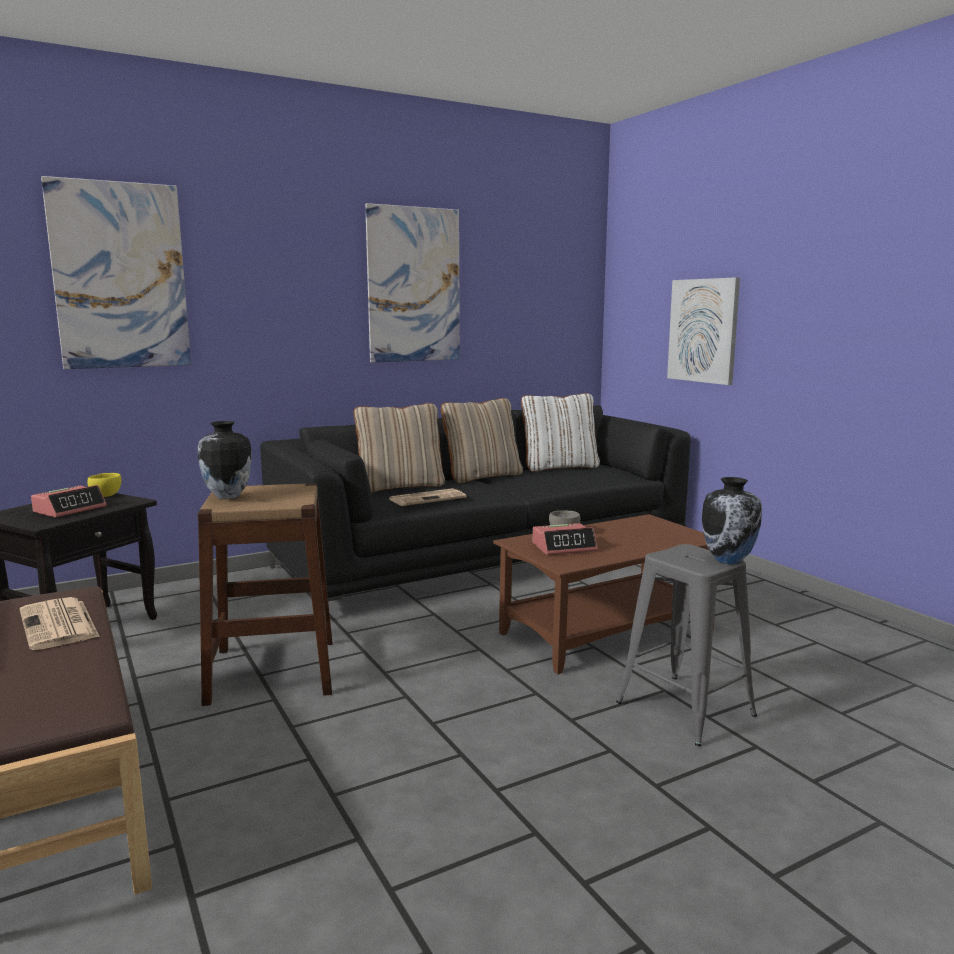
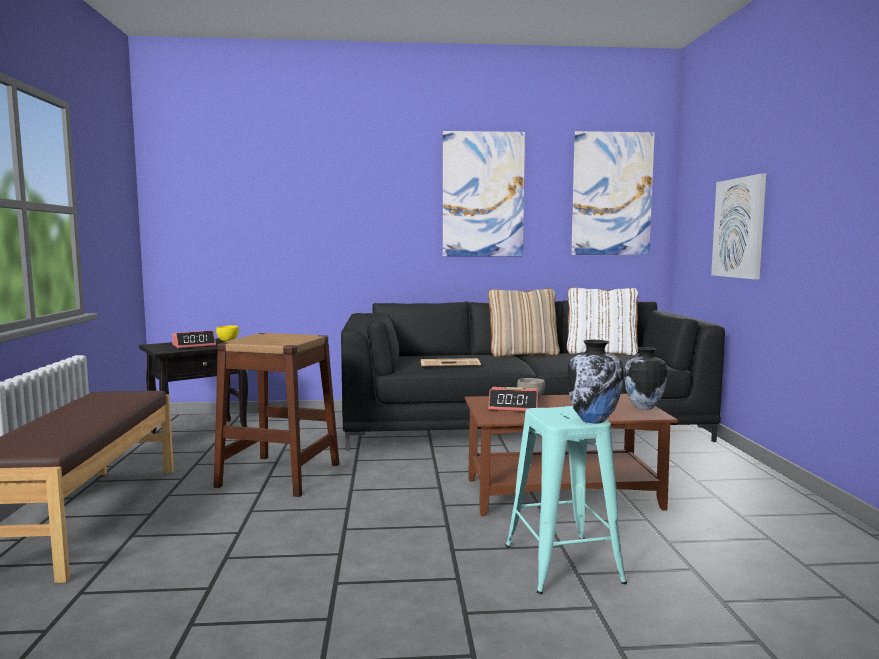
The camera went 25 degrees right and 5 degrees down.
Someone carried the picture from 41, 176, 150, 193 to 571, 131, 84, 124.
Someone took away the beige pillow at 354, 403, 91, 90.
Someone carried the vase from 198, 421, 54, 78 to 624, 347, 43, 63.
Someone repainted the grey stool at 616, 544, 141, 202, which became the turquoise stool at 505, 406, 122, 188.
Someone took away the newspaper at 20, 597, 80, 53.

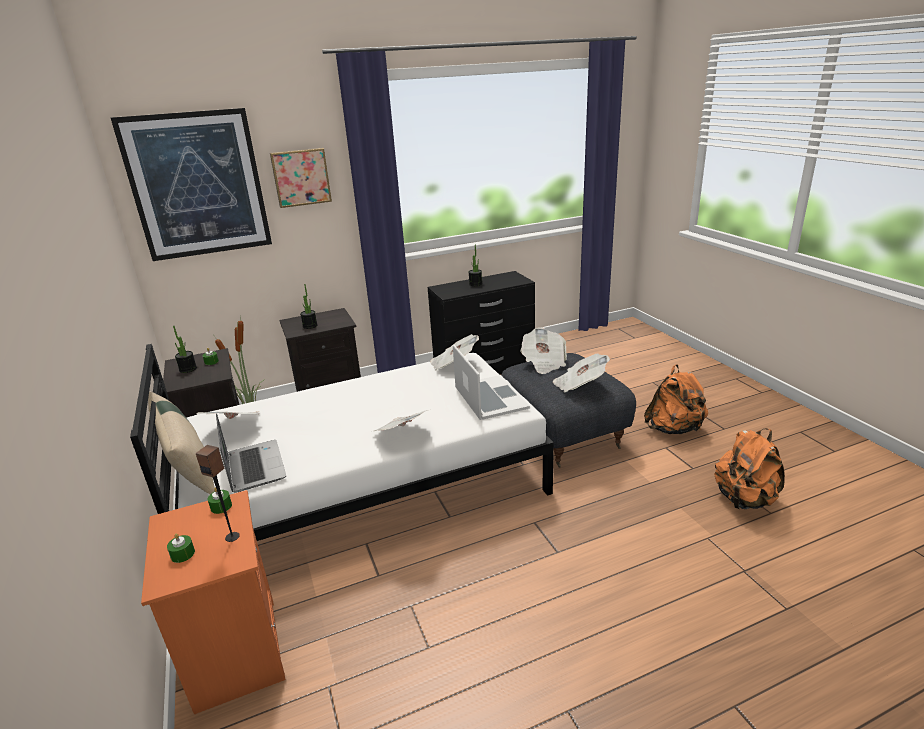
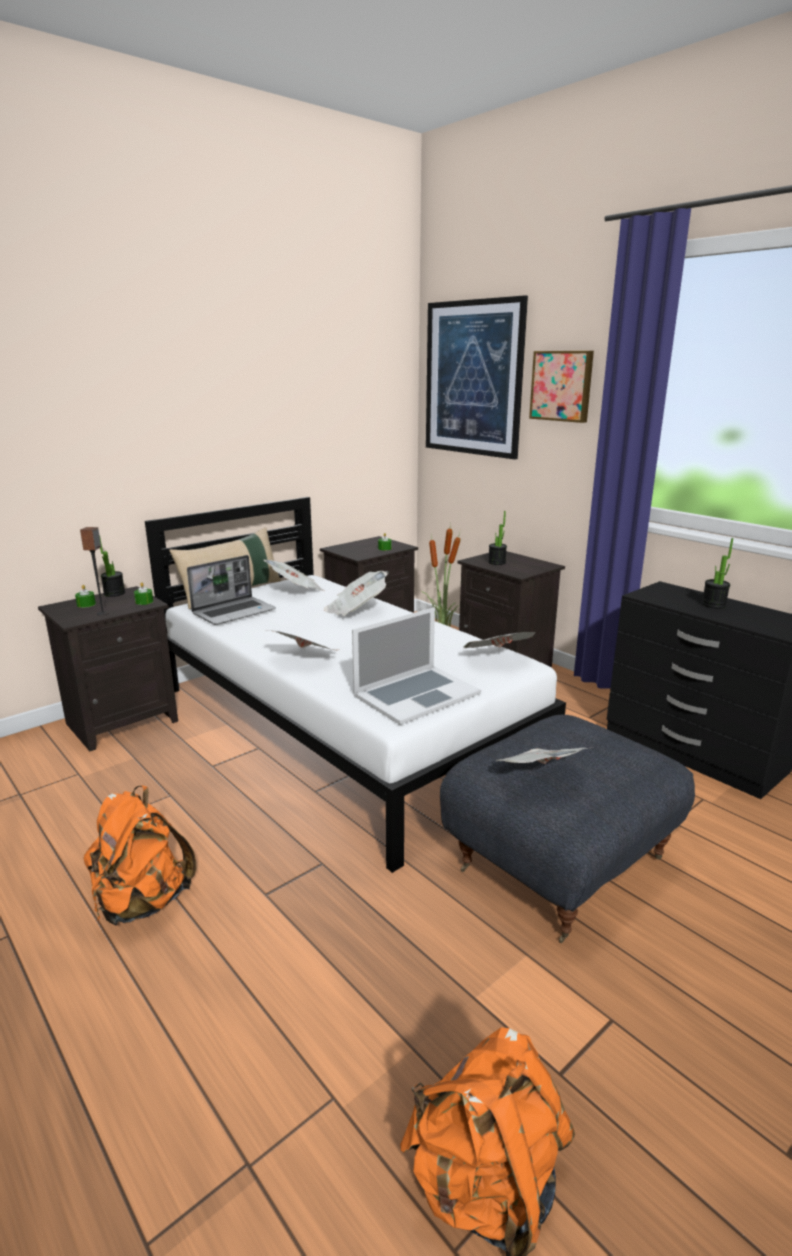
The camera went 70 degrees right and 5 degrees down.
Someone carried the potted plant from 173, 326, 24, 47 to 99, 535, 26, 62.
Someone carried the newspaper from 520, 327, 47, 47 to 324, 571, 64, 45.
Someone carried the orange backpack from 644, 364, 64, 70 to 83, 785, 113, 141.
Someone repainted the orange nightstand at 141, 490, 145, 225, which became the black nightstand at 38, 586, 140, 165.

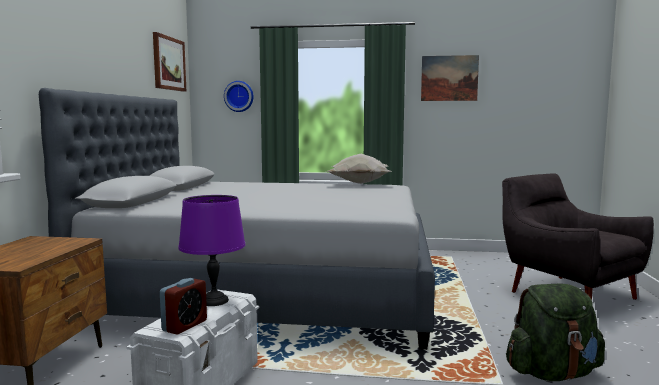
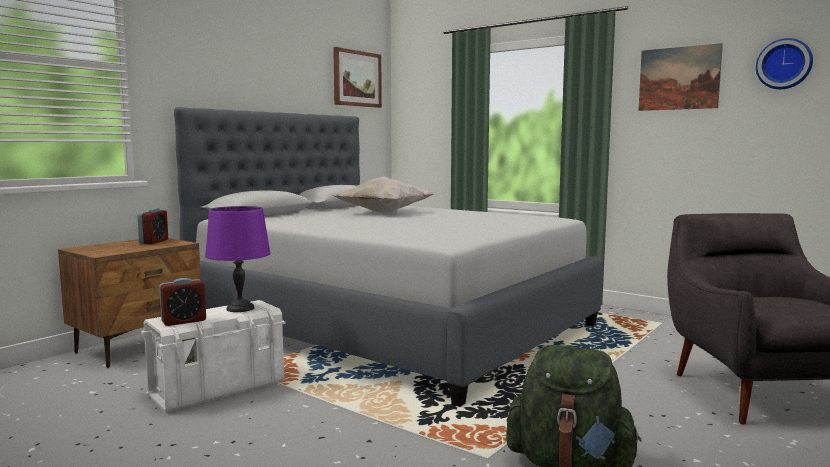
The camera went 30 degrees right and 0 degrees up.
Someone carried the wall clock from 224, 81, 30, 31 to 756, 38, 57, 51.
Someone carried the white pillow from 326, 154, 65, 30 to 331, 176, 103, 37.
Someone put down the alarm clock at 137, 208, 31, 36.

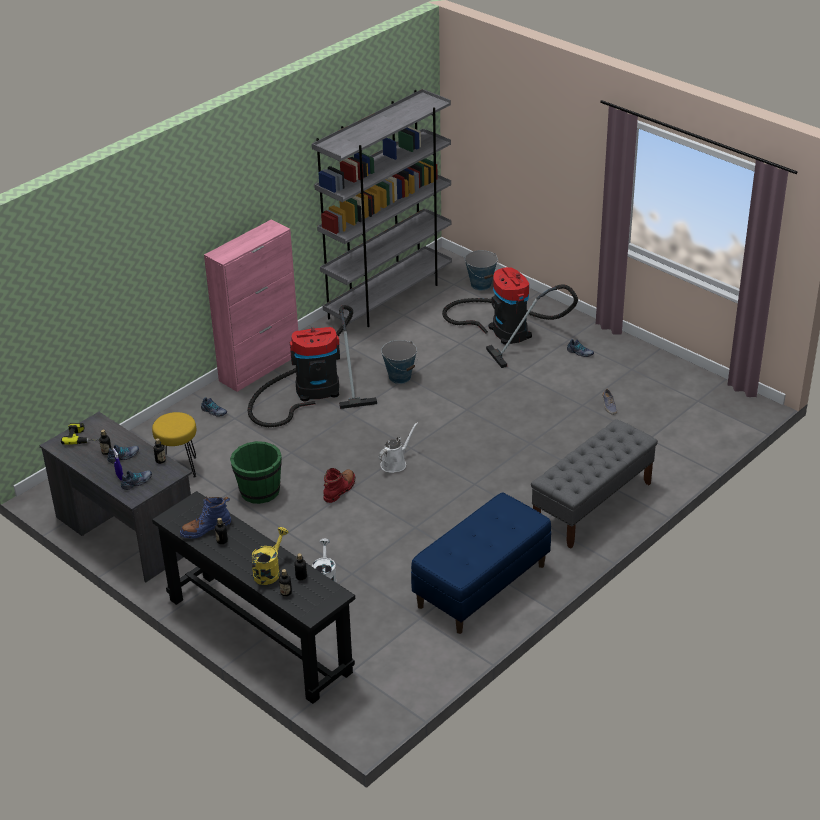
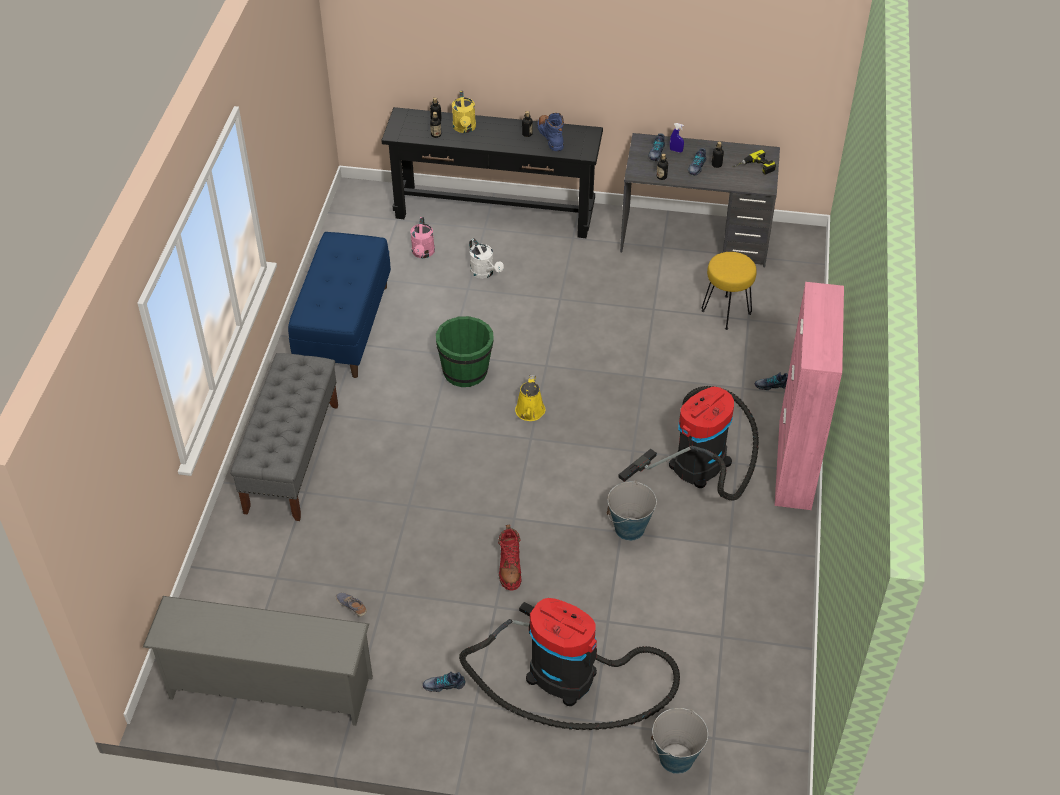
The camera went 145 degrees right and 10 degrees up.
Someone took away the grey bookcase at 312, 89, 140, 238.
Someone repainted the white watering can at 378, 422, 40, 51, which became the yellow watering can at 515, 375, 31, 46.
Someone carried the green bucket from 230, 441, 52, 63 to 436, 316, 58, 71.
Someone carried the red boot from 323, 468, 32, 35 to 498, 524, 23, 66.
Someone rotated the blue boot at 180, 497, 51, 42 by 45 degrees counterclockwise.
Someone put down the pink watering can at 410, 217, 25, 41.
Someone put down the grey shoe rack at 143, 596, 230, 130.

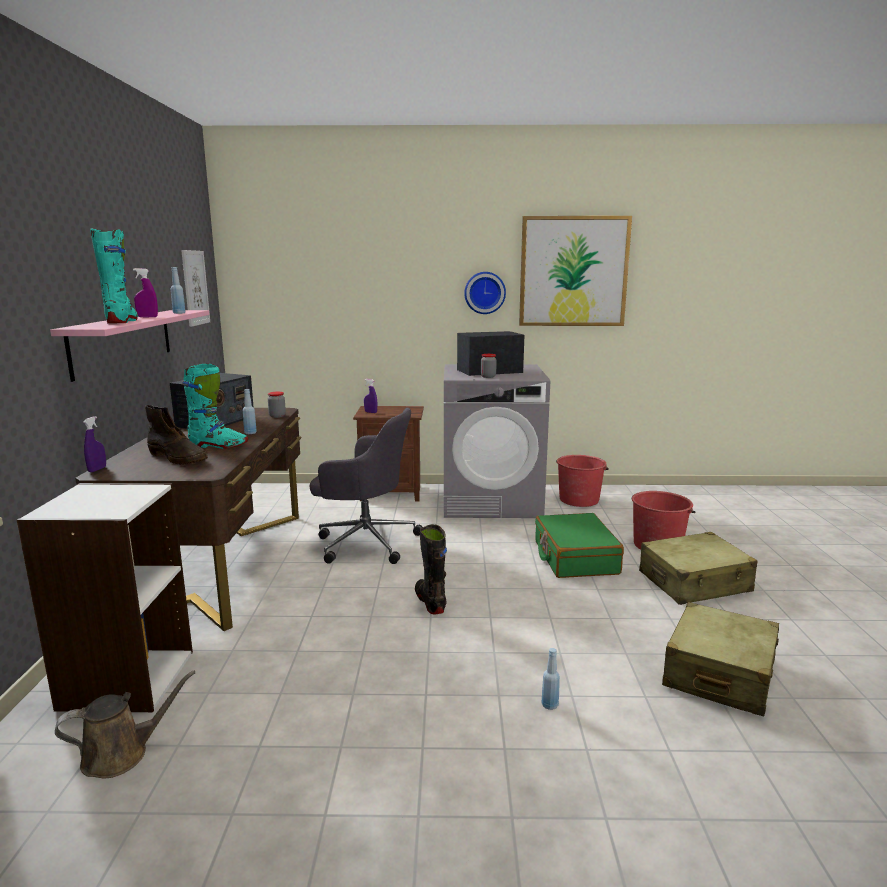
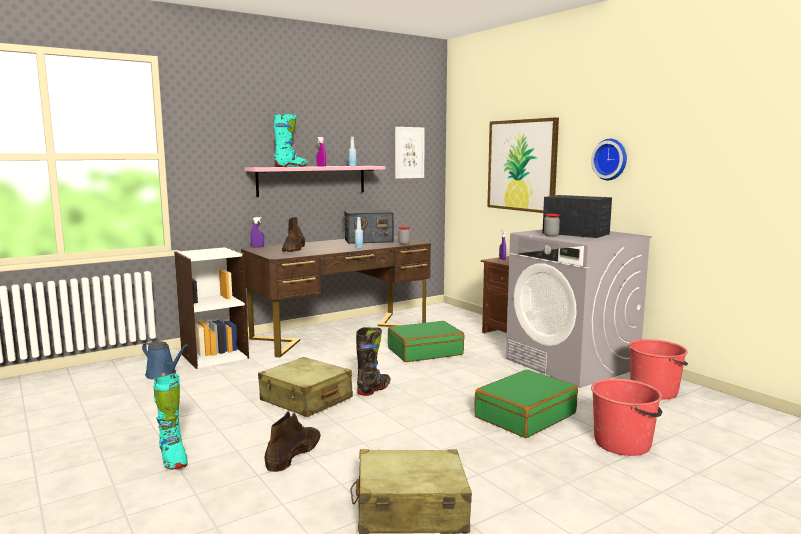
The camera went 55 degrees right and 5 degrees down.
Someone carried the picture from 519, 216, 113, 110 to 487, 117, 72, 96.
Someone carried the turquoise boot from 182, 364, 66, 85 to 153, 373, 35, 97.
Someone swapped the grey office chair at 310, 408, 112, 156 for the green suitcase at 388, 321, 77, 41.
Someone carried the beige suitcase from 639, 532, 119, 73 to 258, 357, 95, 60.
Someone swapped the blue bottle at 541, 648, 19, 62 for the brown boot at 264, 411, 57, 61.
Someone repainted the brown watering can at 55, 671, 140, 108, which became the blue watering can at 142, 341, 46, 39.

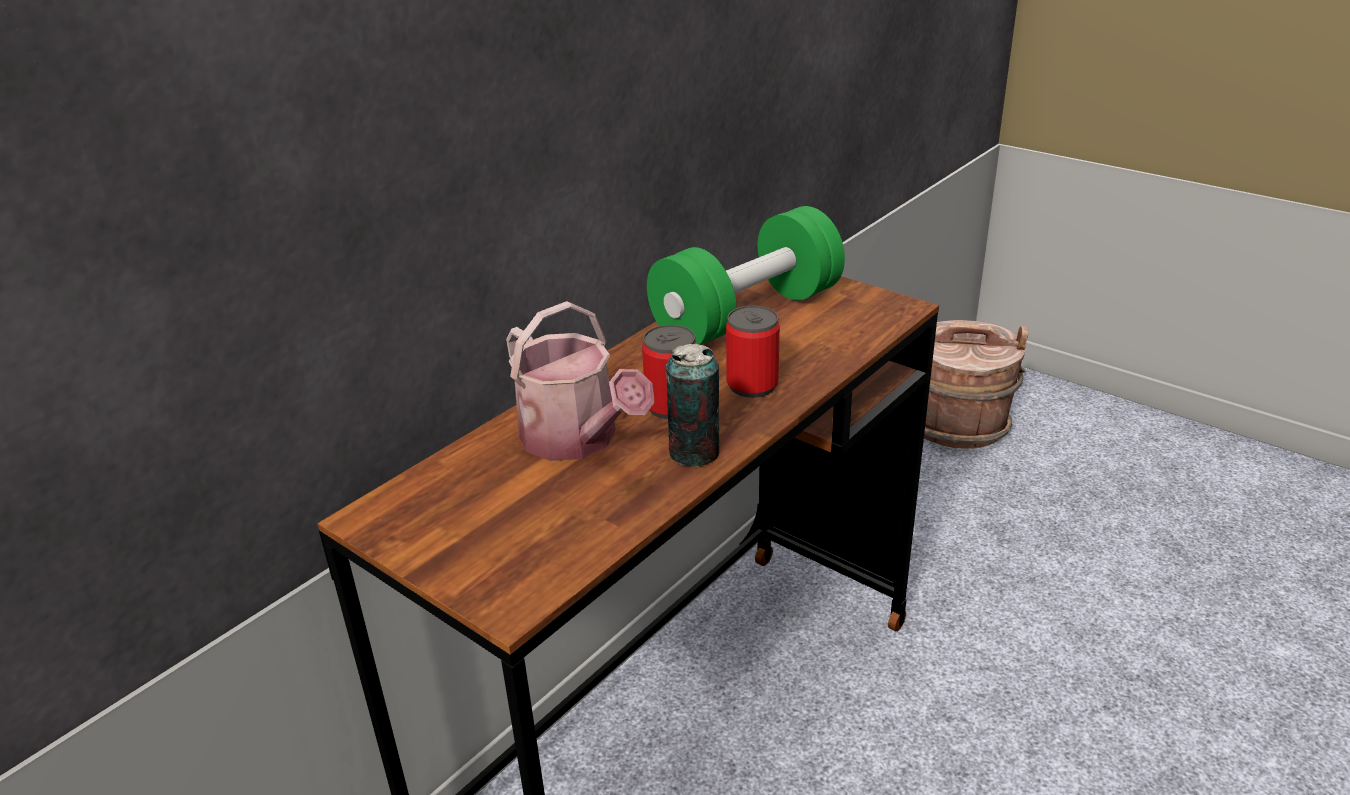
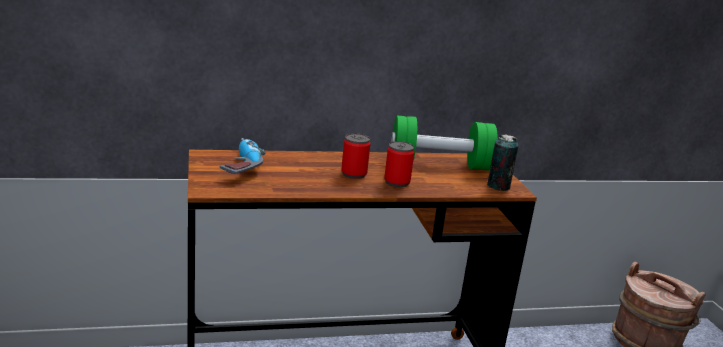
The camera went 35 degrees right and 10 degrees down.
Someone took away the watering can at 506, 301, 149, 160.
Someone carried the can from 665, 344, 54, 123 to 487, 134, 32, 57.
Someone put down the power drill at 220, 138, 45, 36.

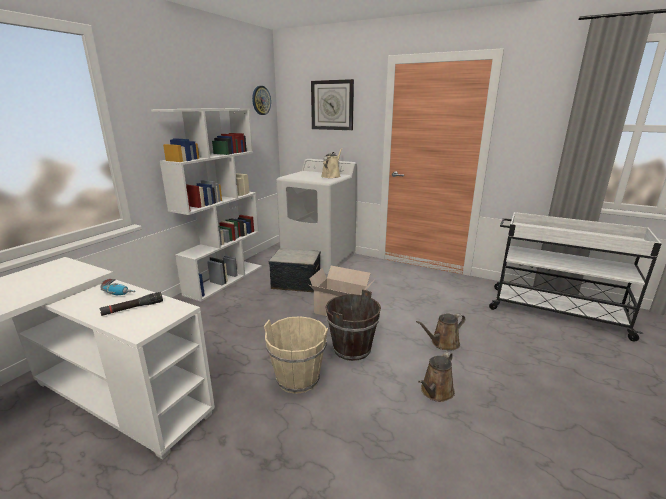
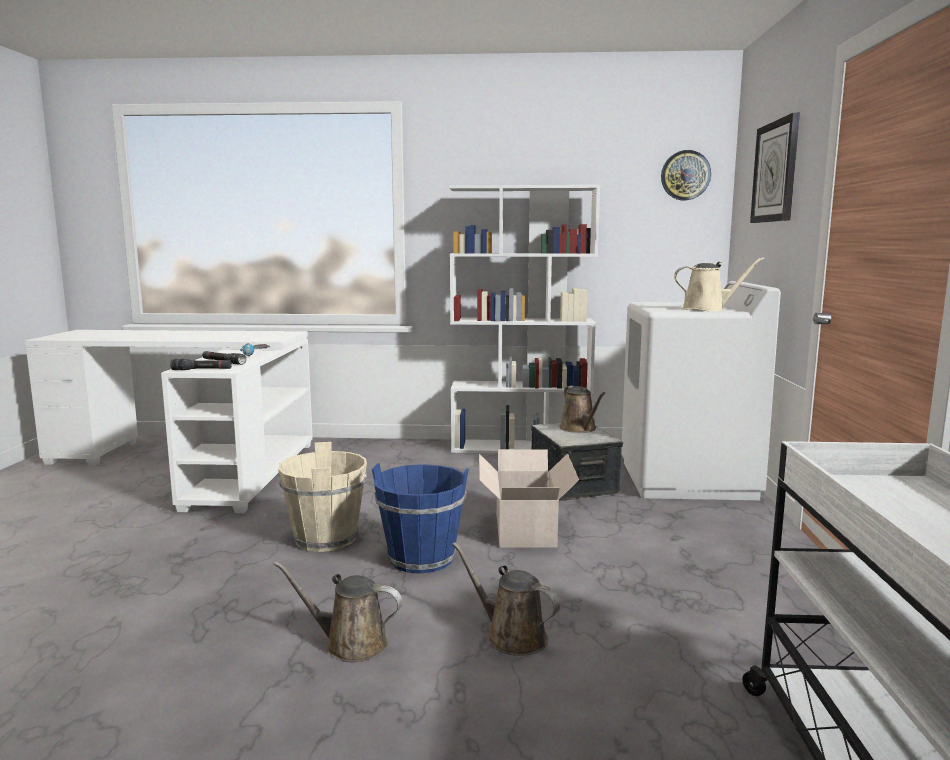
The camera went 65 degrees right and 10 degrees down.
Someone repainted the brown bucket at 326, 289, 55, 72, which became the blue bucket at 372, 463, 97, 111.
Someone put down the black flashlight at 170, 359, 62, 11.
Someone put down the brown watering can at 560, 386, 46, 47.

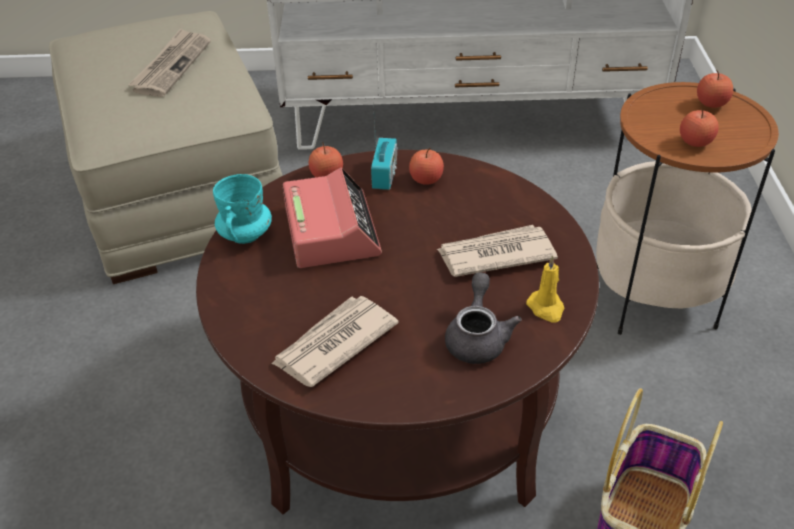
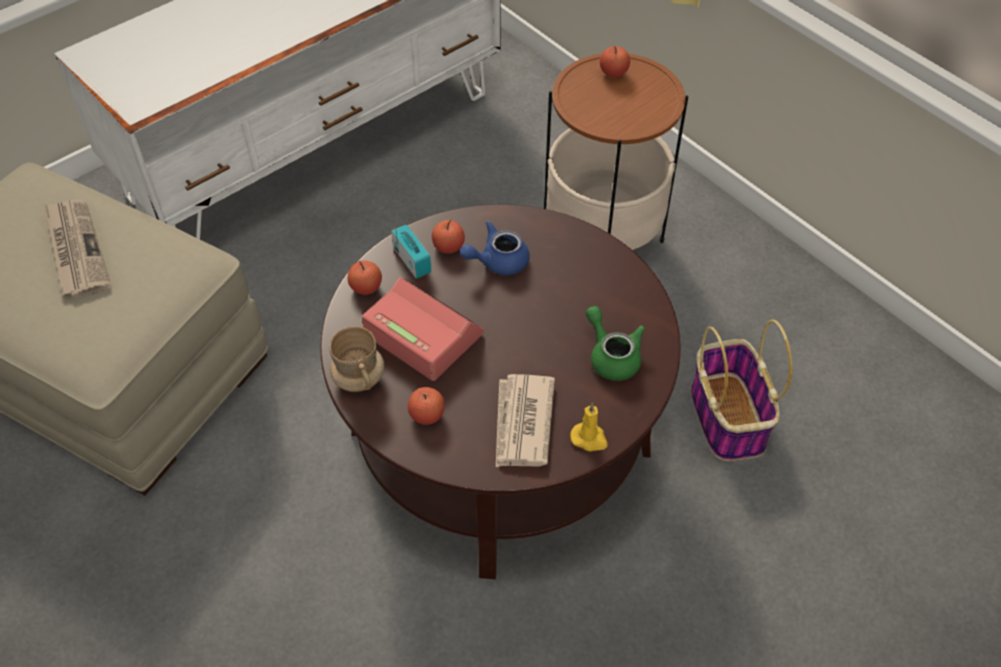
The camera went 40 degrees left and 10 degrees up.
Someone carried the apple from 680, 108, 39, 39 to 408, 387, 37, 38.
Someone repainted the turquoise mug at 213, 174, 59, 70, which became the beige mug at 330, 326, 55, 66.
Someone took away the newspaper at 437, 225, 121, 52.
Someone carried the yellow candle from 526, 256, 38, 67 to 570, 403, 38, 48.
Someone repainted the grey teapot at 445, 272, 77, 92, which became the green teapot at 586, 306, 59, 75.
Someone put down the blue teapot at 460, 221, 70, 54.

